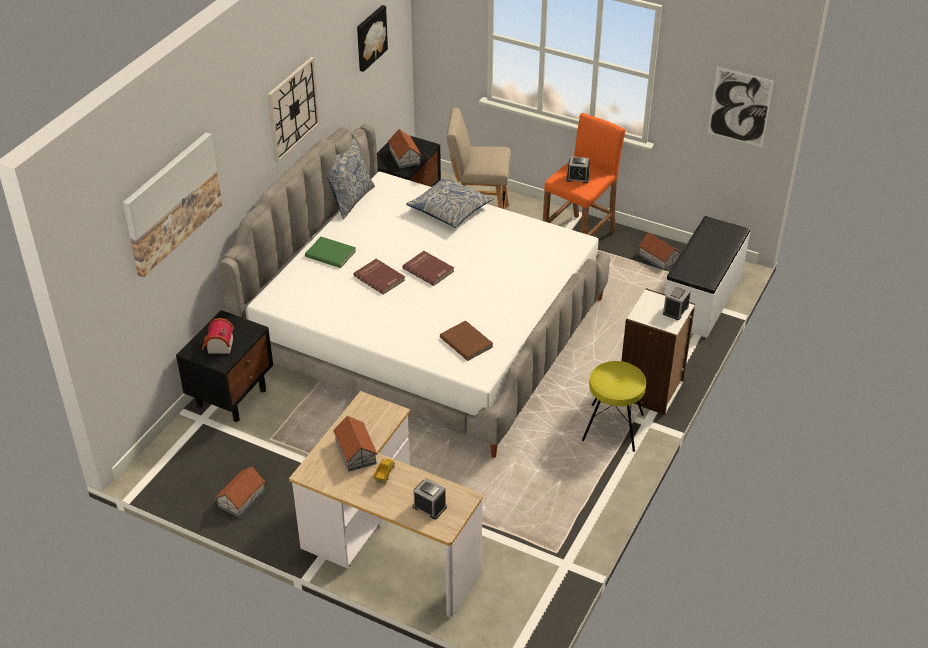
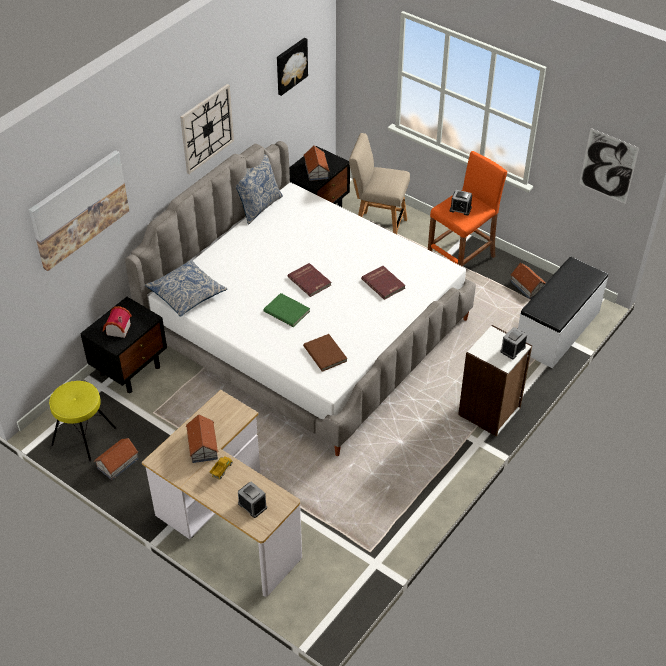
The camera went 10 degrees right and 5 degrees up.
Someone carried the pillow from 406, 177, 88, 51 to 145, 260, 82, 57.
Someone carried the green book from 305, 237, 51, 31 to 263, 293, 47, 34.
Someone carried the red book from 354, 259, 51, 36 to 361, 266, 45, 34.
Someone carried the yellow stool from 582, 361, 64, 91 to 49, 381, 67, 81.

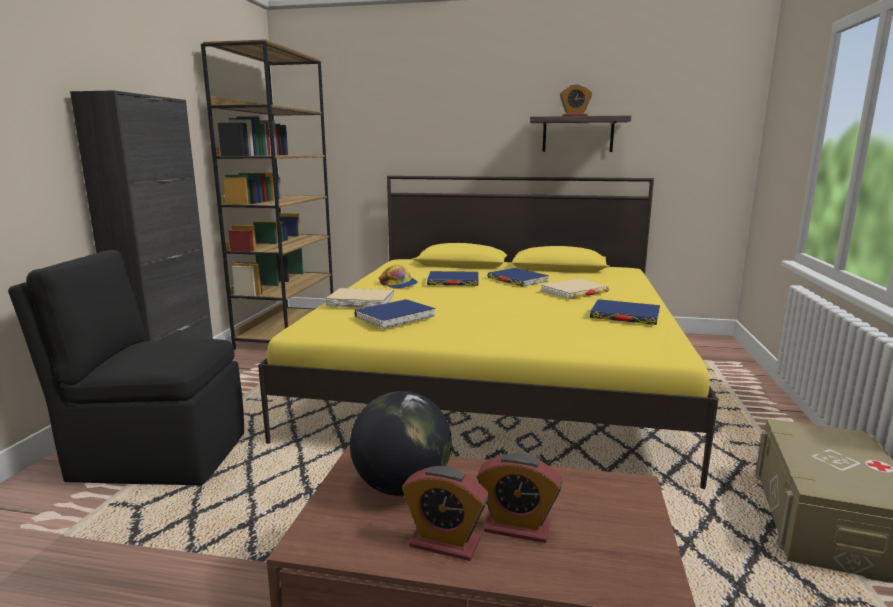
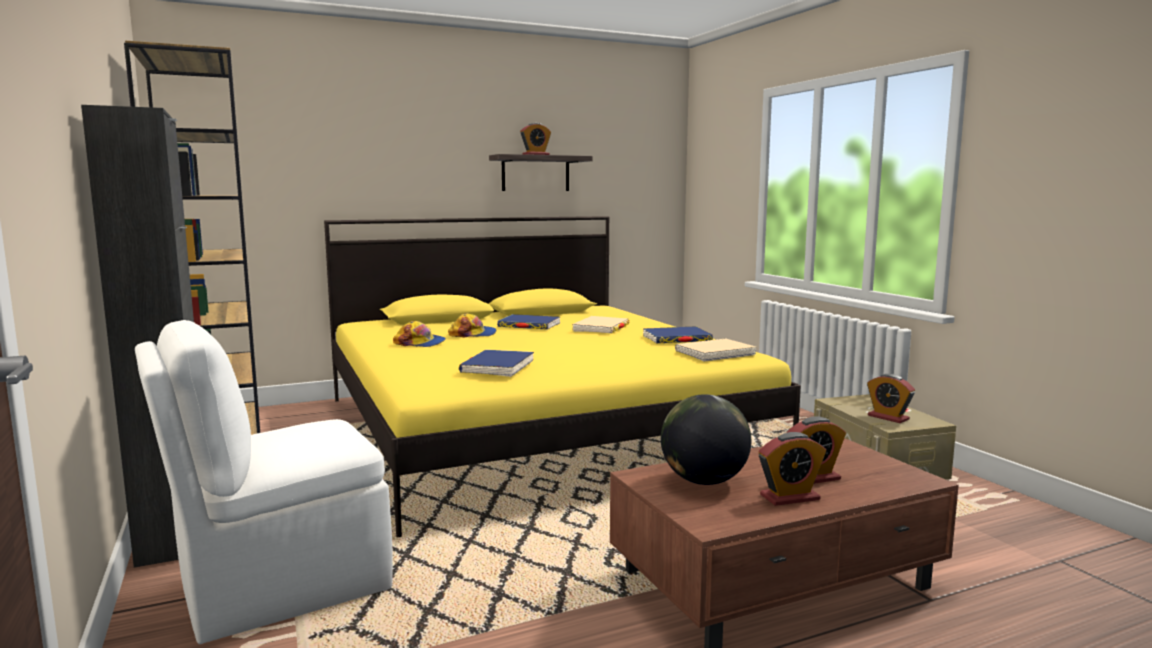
The camera went 35 degrees left and 5 degrees down.
Someone repainted the black chair at 8, 250, 236, 235, which became the white chair at 135, 320, 258, 324.
Someone swapped the blue book at 427, 271, 51, 15 for the cap at 448, 313, 48, 24.
Someone carried the beige book from 325, 288, 69, 20 to 675, 338, 81, 24.
Someone put down the alarm clock at 867, 374, 48, 49.

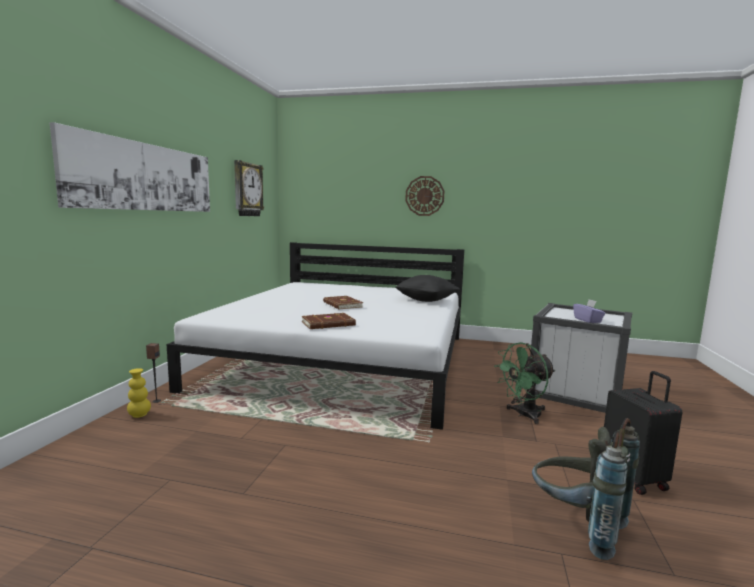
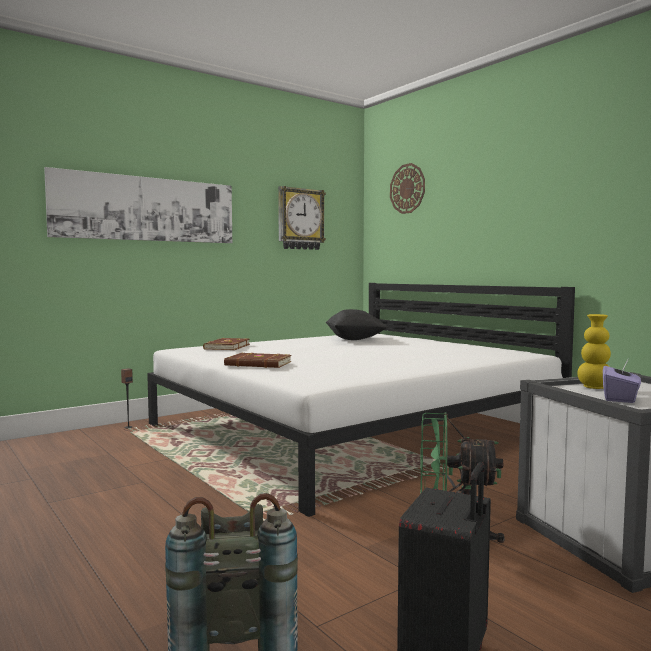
The camera went 40 degrees right and 5 degrees down.
Someone carried the wall clock from 405, 176, 39, 40 to 390, 163, 35, 51.
Someone carried the black pillow from 395, 275, 65, 27 to 326, 309, 62, 31.
Someone carried the brown book from 323, 296, 40, 13 to 203, 338, 47, 12.
Someone carried the yellow vase from 127, 368, 24, 50 to 577, 314, 34, 75.

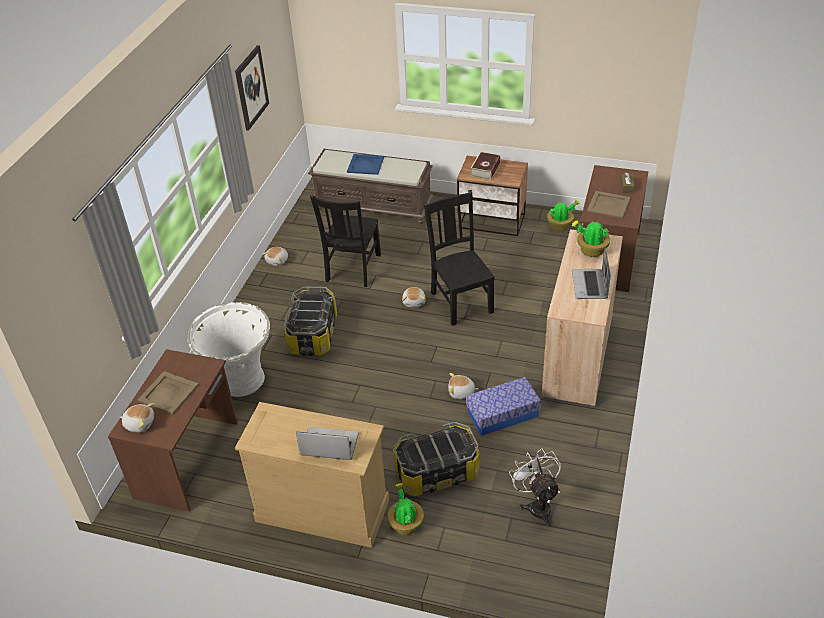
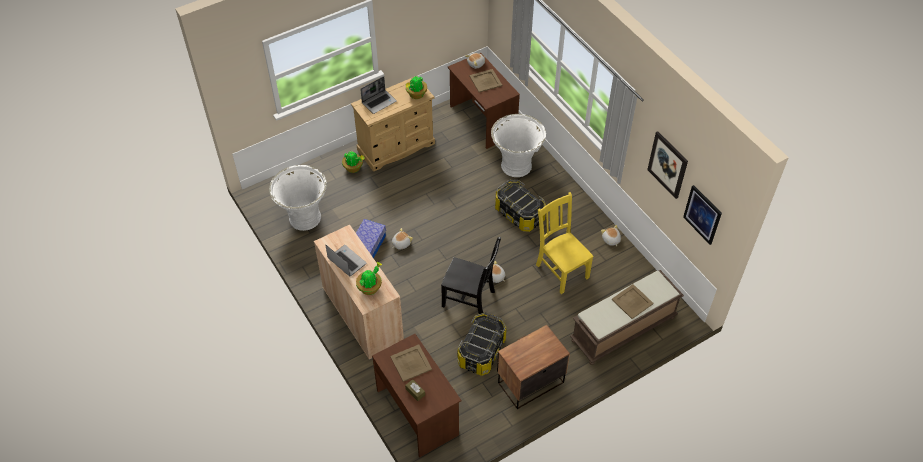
The camera went 130 degrees right and 10 degrees up.
Someone took away the book at 471, 151, 30, 29.
Someone repainted the blue tray at 347, 154, 37, 21, which became the beige tray at 612, 284, 42, 35.
Someone repainted the black chair at 310, 195, 71, 92, which became the yellow chair at 536, 192, 58, 102.
Someone carried the potted plant from 547, 200, 33, 31 to 406, 76, 21, 23.
Someone carried the storage box from 393, 422, 87, 74 to 457, 312, 50, 64.
Someone swapped the white fan at 509, 448, 52, 78 for the white planter at 269, 165, 58, 66.
Someone put up the picture at 683, 185, 39, 60.

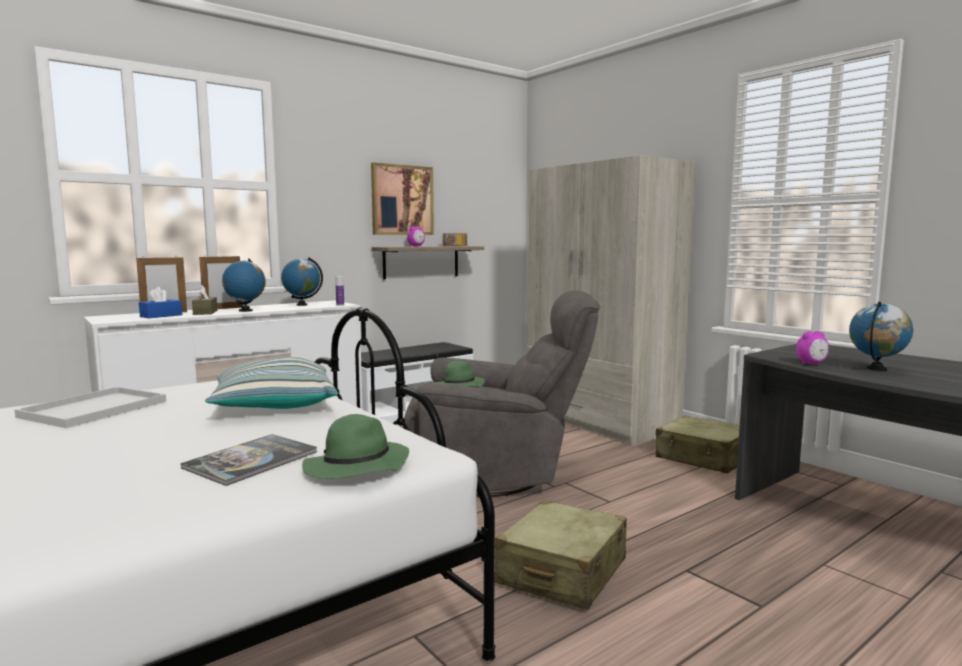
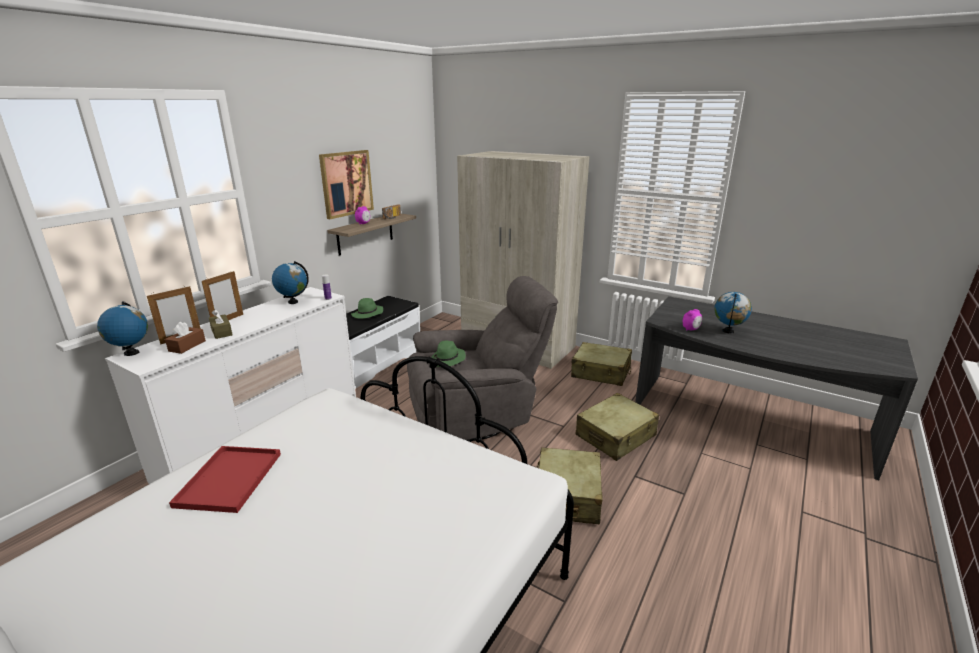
The camera went 20 degrees left and 15 degrees up.
Someone carried the globe from 222, 259, 44, 53 to 97, 301, 51, 55.
Someone repainted the blue tissue box at 139, 287, 43, 31, which became the brown tissue box at 165, 321, 41, 33.
Someone took away the pillow at 205, 357, 133, 52.
Someone repainted the white tray at 15, 387, 151, 41, which became the red tray at 169, 446, 112, 67.
Someone carried the green hat from 302, 414, 107, 65 to 351, 298, 32, 21.
Someone took away the book at 181, 434, 136, 52.
Someone put down the beige suitcase at 576, 393, 83, 68.

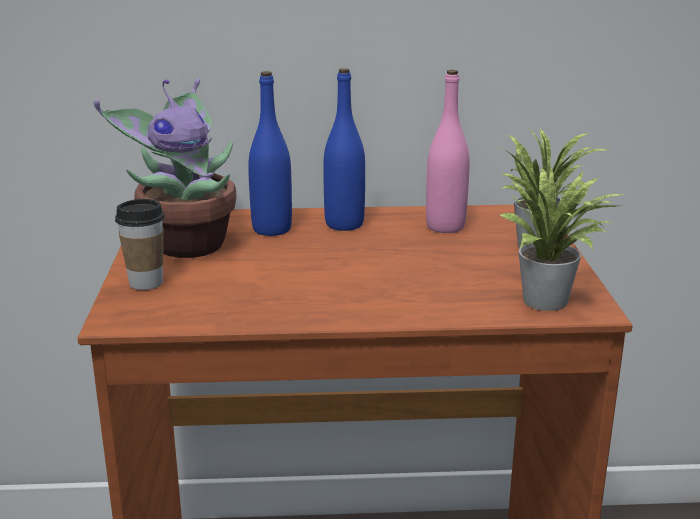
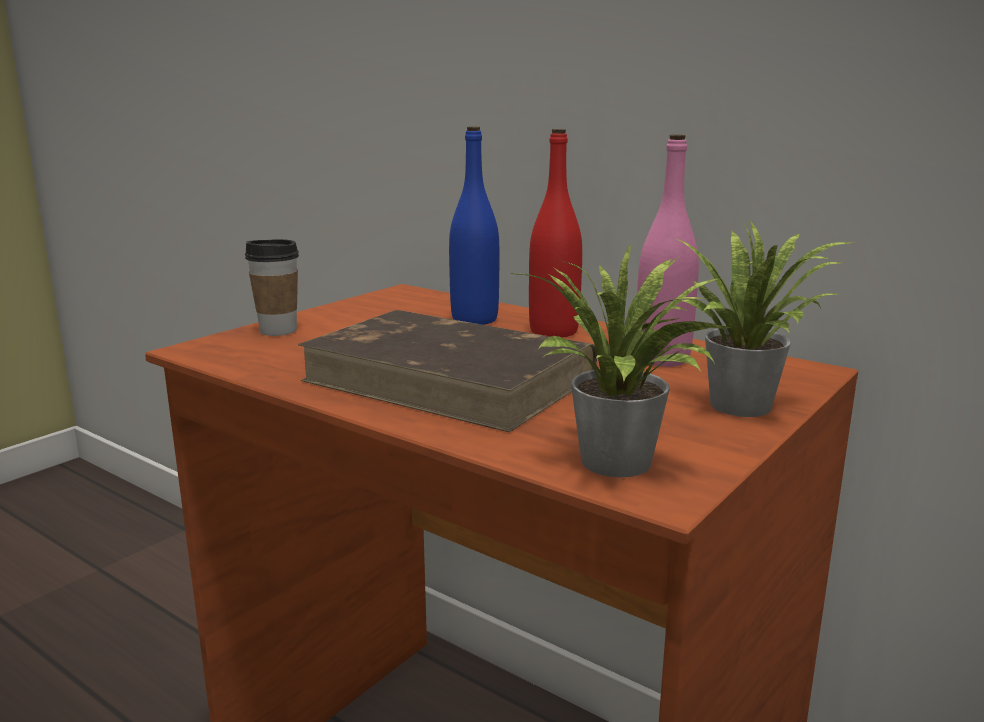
The camera went 40 degrees right and 5 degrees down.
Someone repainted the blue bottle at 323, 68, 42, 163, which became the red bottle at 529, 129, 53, 208.
Someone took away the potted plant at 94, 79, 142, 179.
Someone put down the brown book at 298, 310, 299, 122.

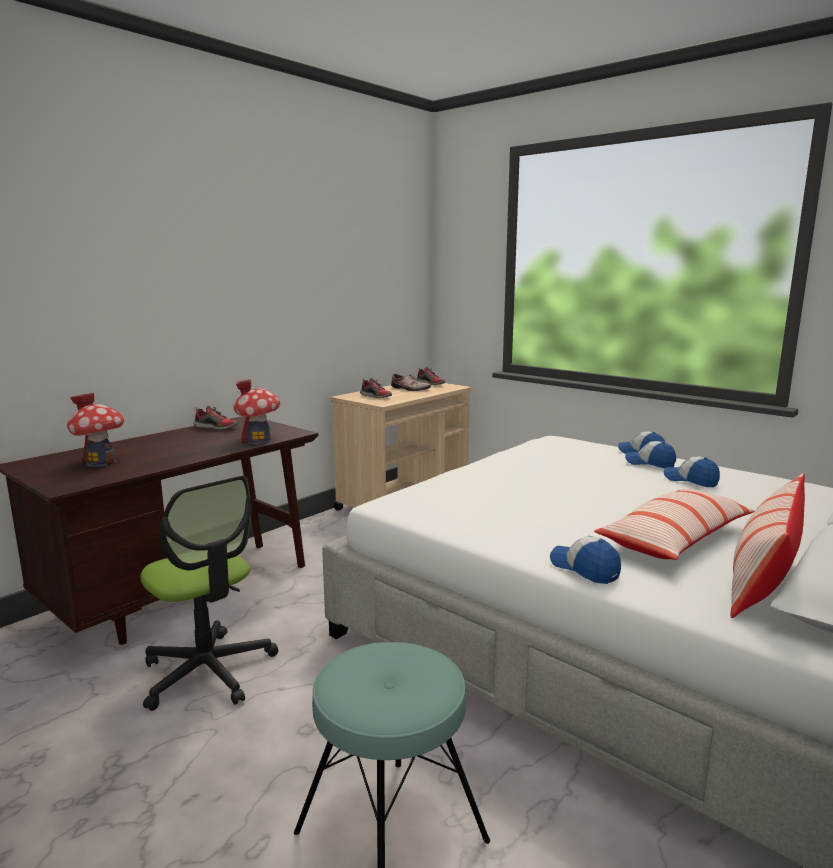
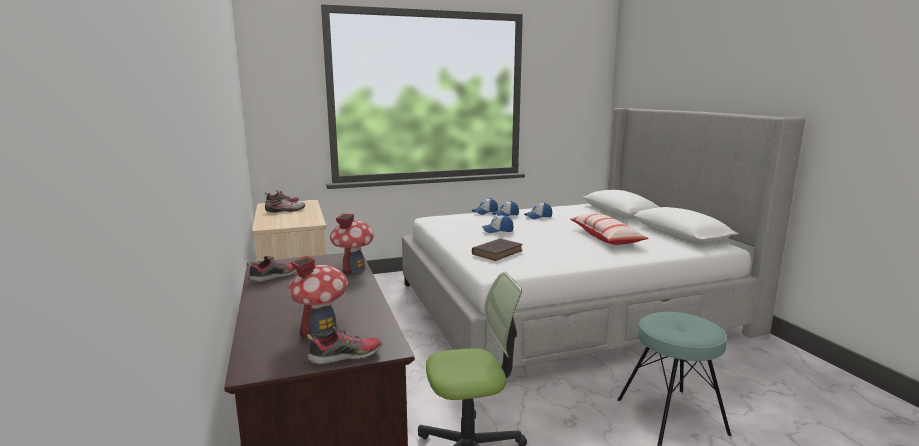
The camera went 60 degrees left and 0 degrees up.
Someone carried the shoe from 360, 378, 32, 20 to 306, 327, 76, 38.
Someone took away the pillow at 731, 473, 74, 145.
Someone carried the cap from 550, 536, 71, 48 to 482, 215, 31, 18.
Someone put down the brown book at 472, 238, 51, 23.

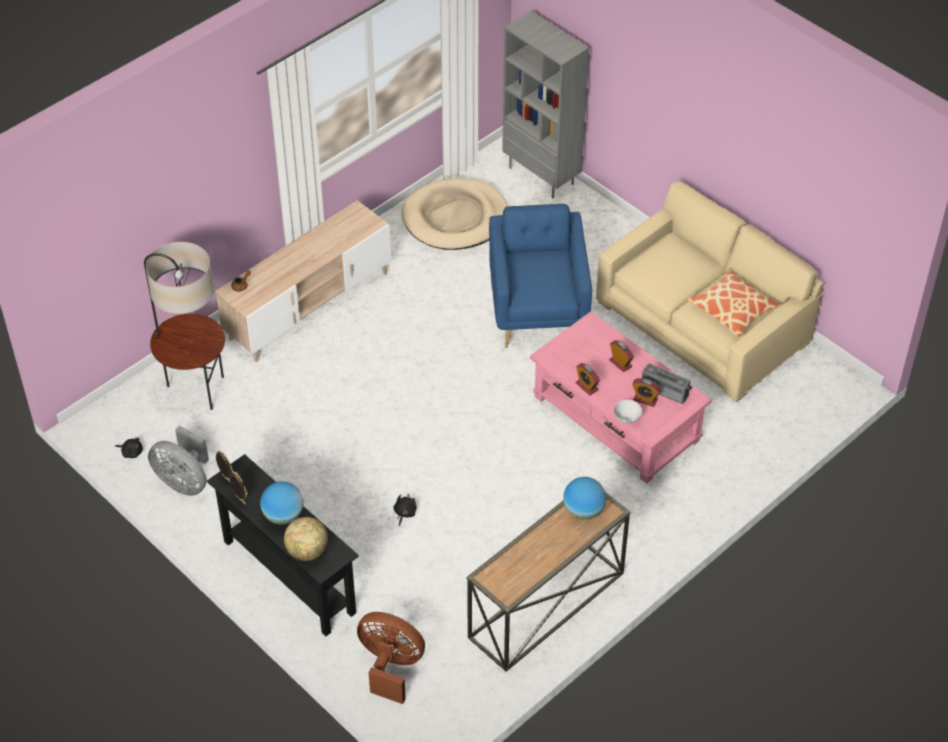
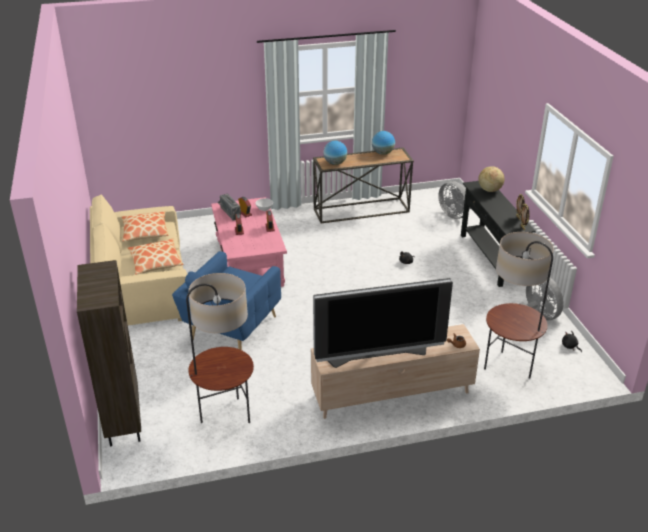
The camera went 150 degrees left and 15 degrees down.
Someone repainted the grey bookcase at 502, 11, 87, 187, which became the brown bookcase at 77, 260, 64, 187.
Someone swapped the beige dog bed at 402, 178, 106, 72 for the floor lamp at 186, 273, 68, 150.
Someone carried the globe from 260, 481, 44, 44 to 372, 131, 23, 24.
Someone repainted the brown fan at 357, 612, 68, 92, which became the grey fan at 438, 181, 33, 38.
Someone put down the pillow at 128, 239, 55, 36.
Someone put down the television at 313, 278, 140, 90.

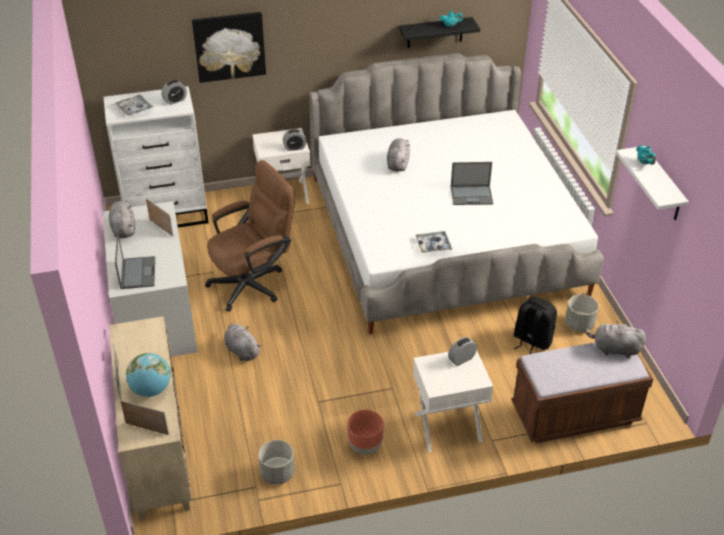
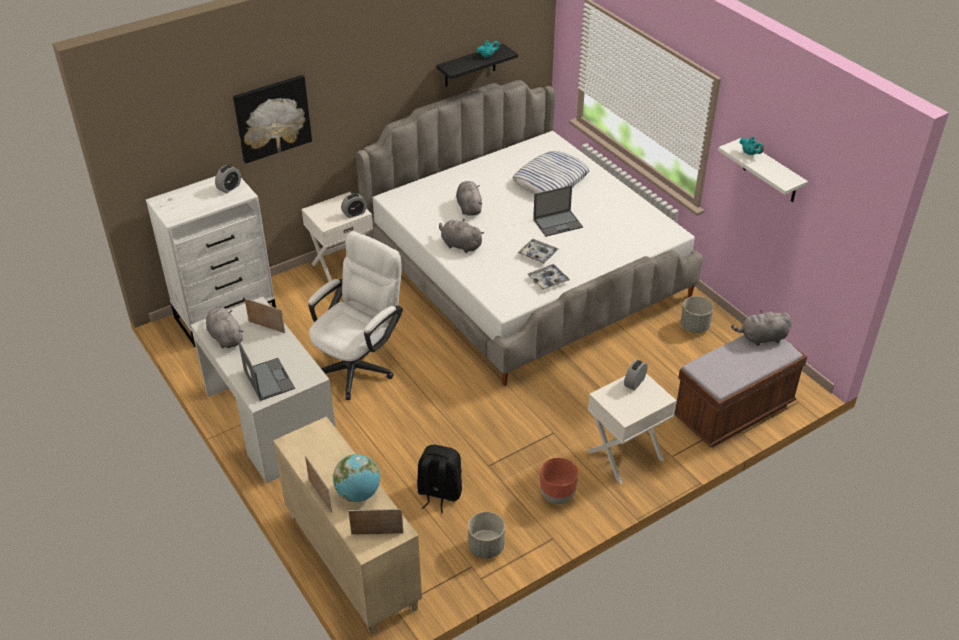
The camera went 20 degrees left and 0 degrees up.
Someone carried the tray from 115, 95, 38, 21 to 517, 239, 42, 25.
Someone repainted the brown office chair at 205, 160, 90, 152, which became the white office chair at 308, 231, 95, 169.
Someone carried the black backpack from 513, 297, 44, 57 to 417, 445, 45, 68.
Someone carried the grey plush toy from 224, 323, 37, 38 to 439, 218, 45, 35.
Someone put down the pillow at 513, 151, 77, 43.

